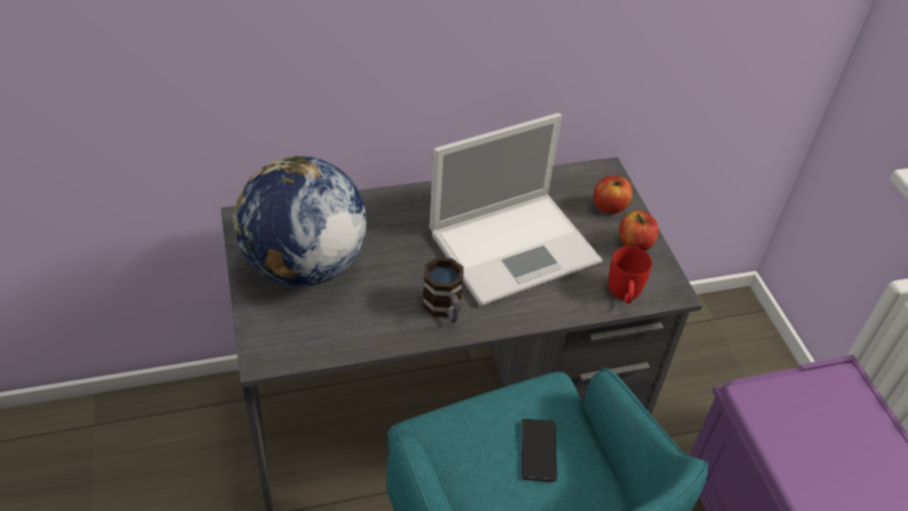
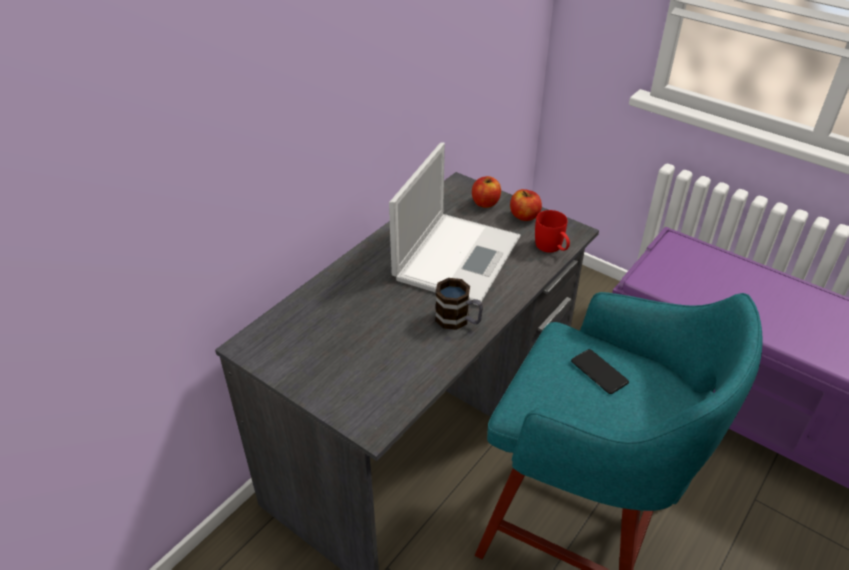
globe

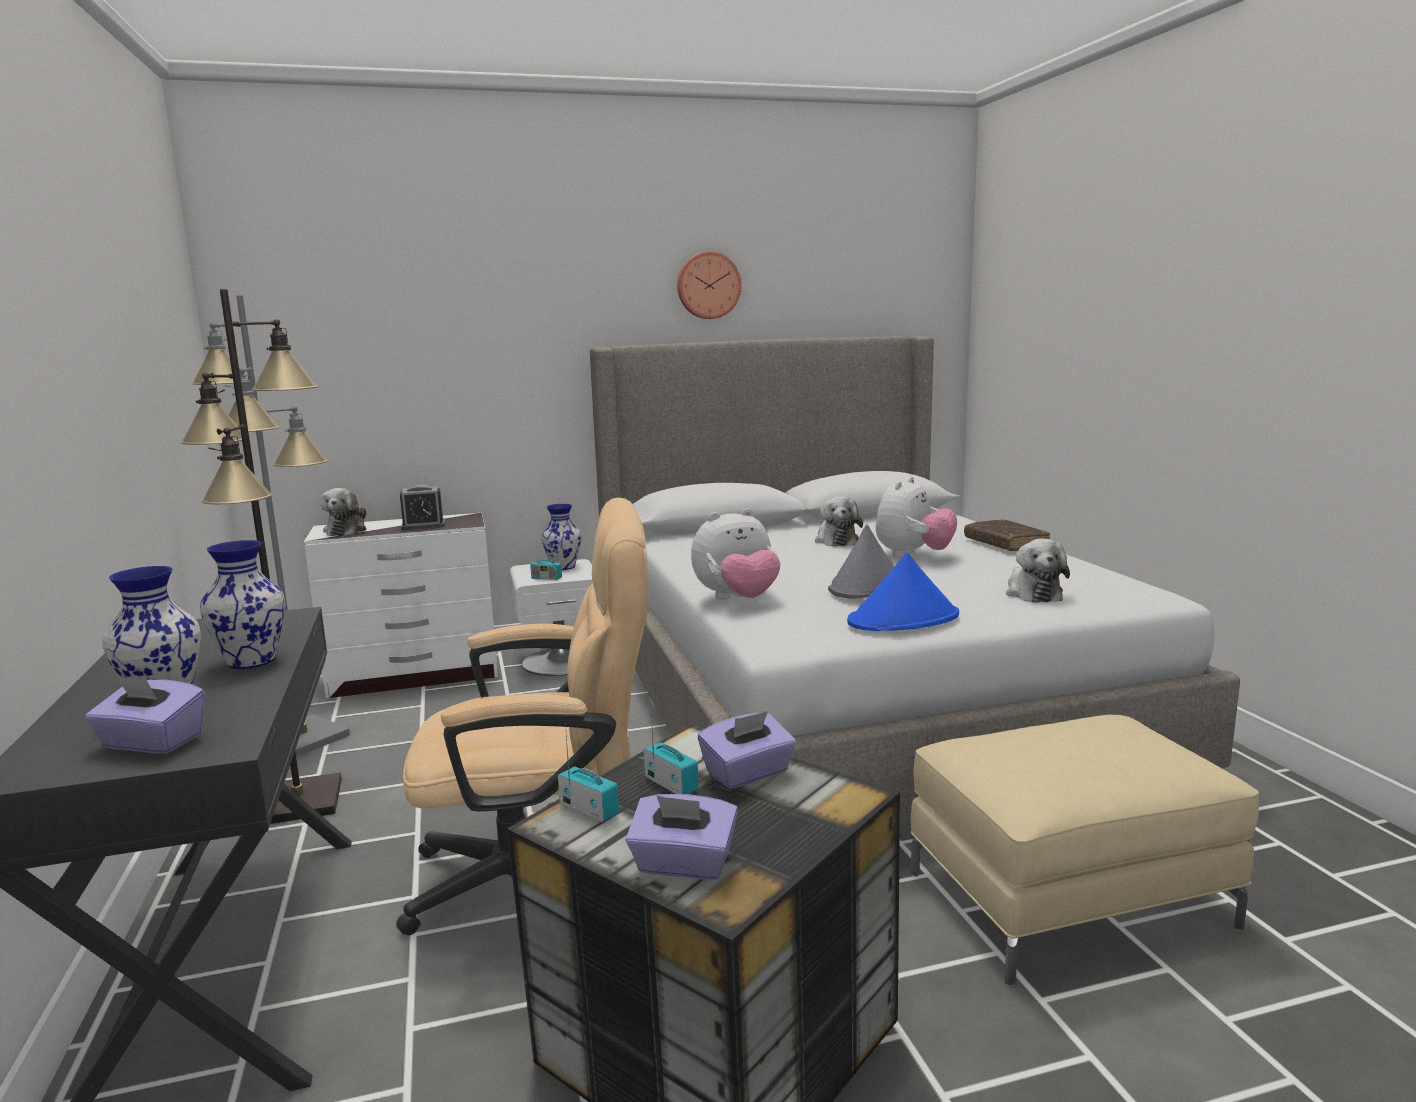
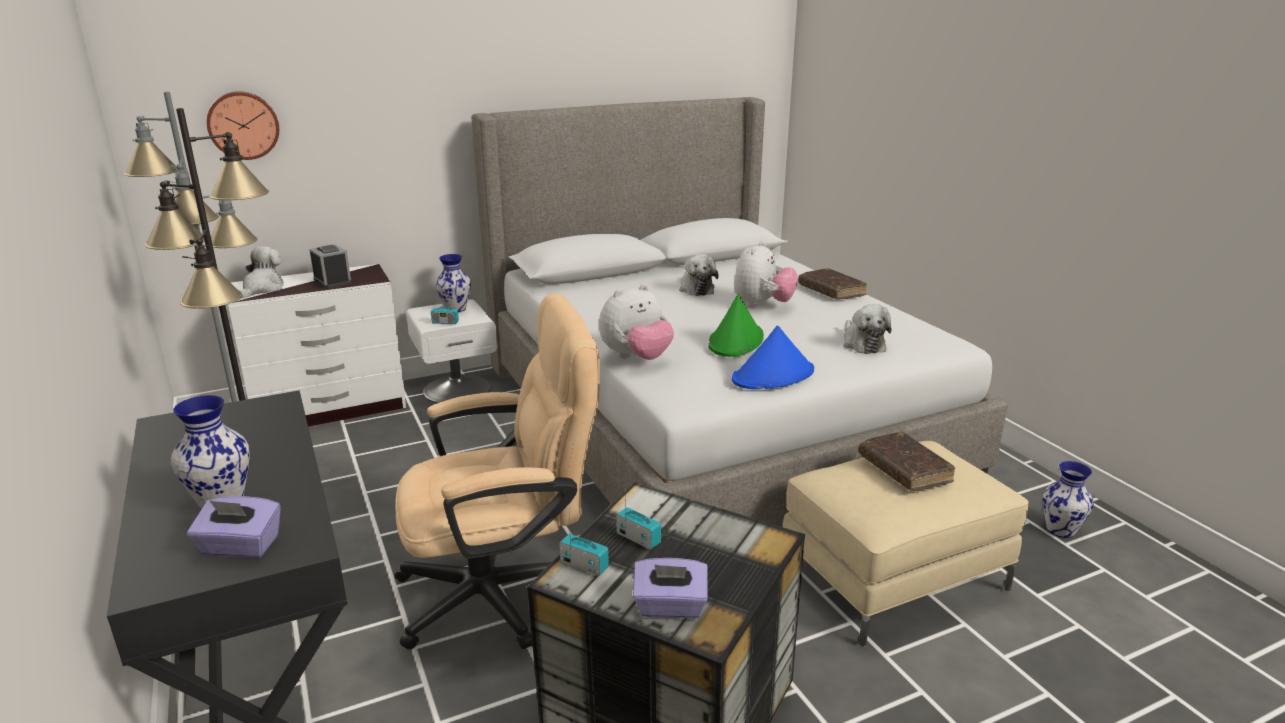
clock on the wall; alarm clock; plush toy (1st from left); green clothing hat; vase (3rd from left); purple-coloured tissue box (3rd from left in the first image); brown-coloured book (2nd from left)

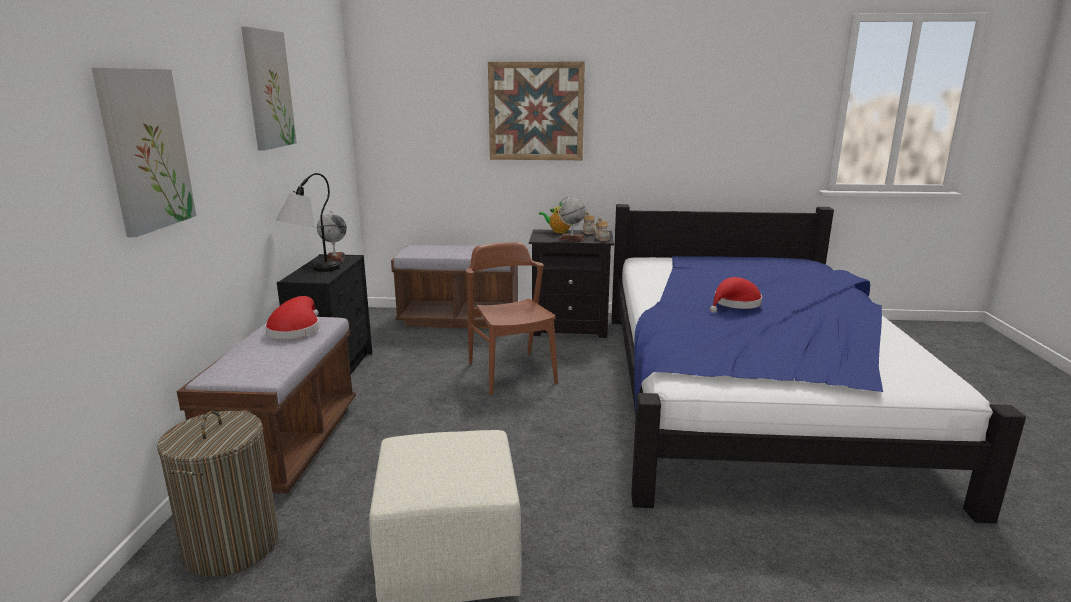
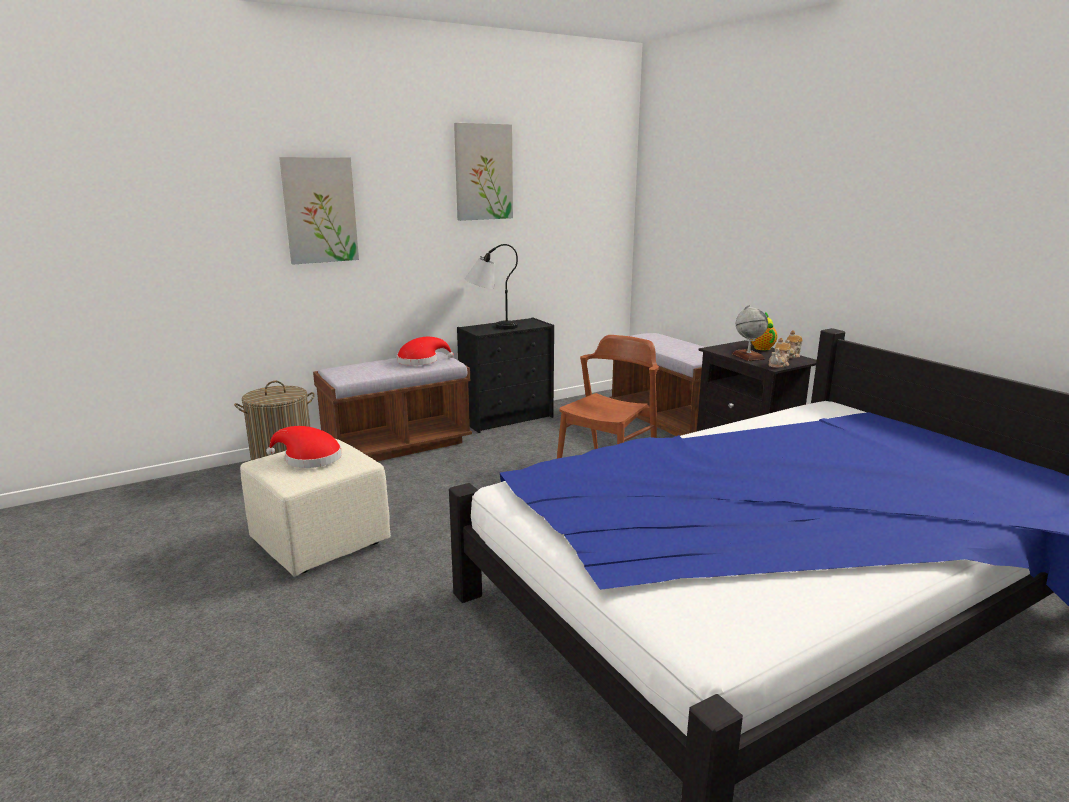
wall art (3rd from left in the first image); globe (1st from left in the first image); red clothing hat (1st from left)

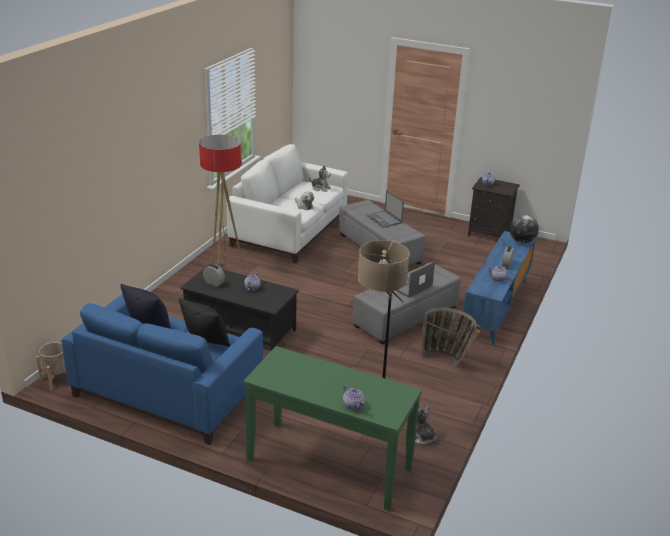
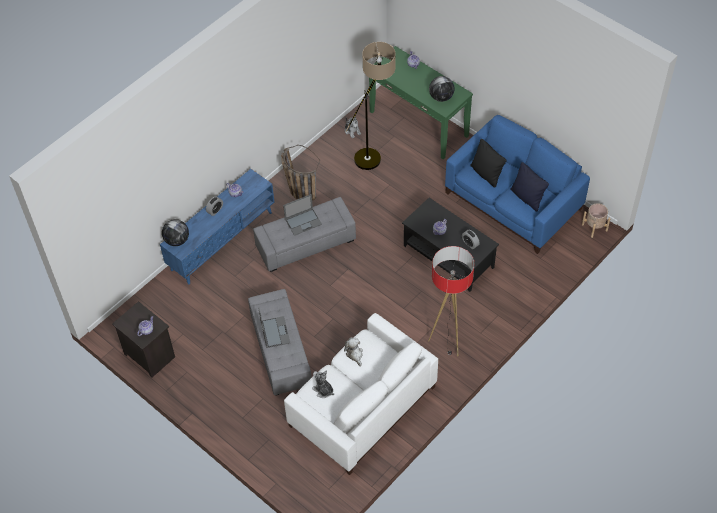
globe (2nd from left)

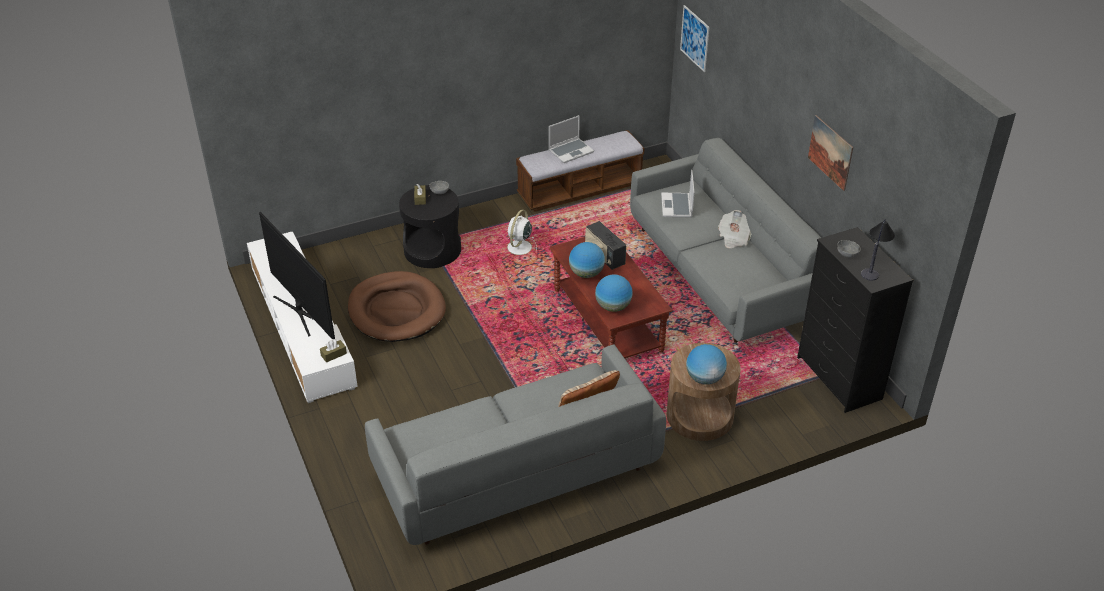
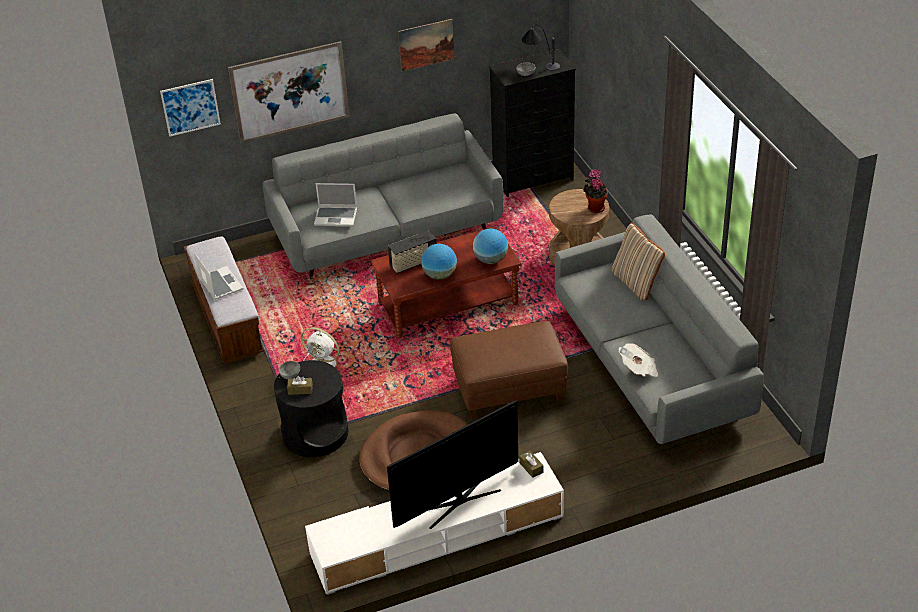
printed paper; potted plant; wall art (2nd from left); brown-coloured ottoman

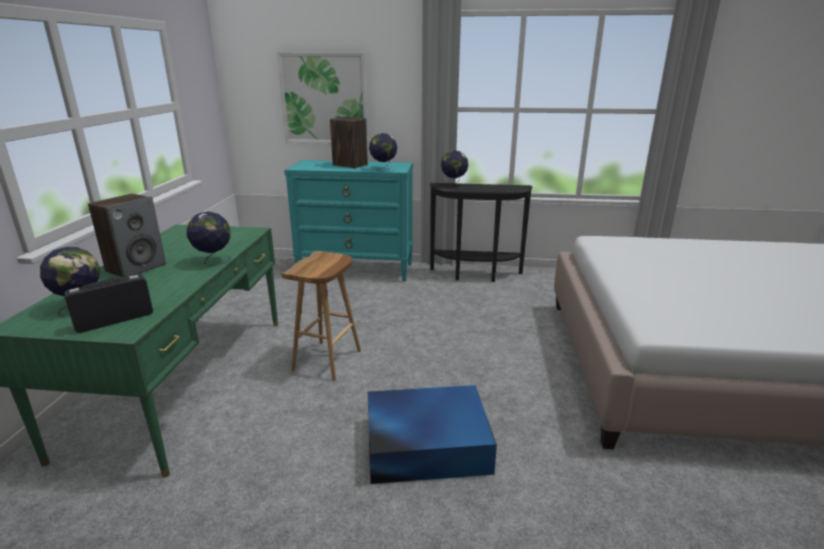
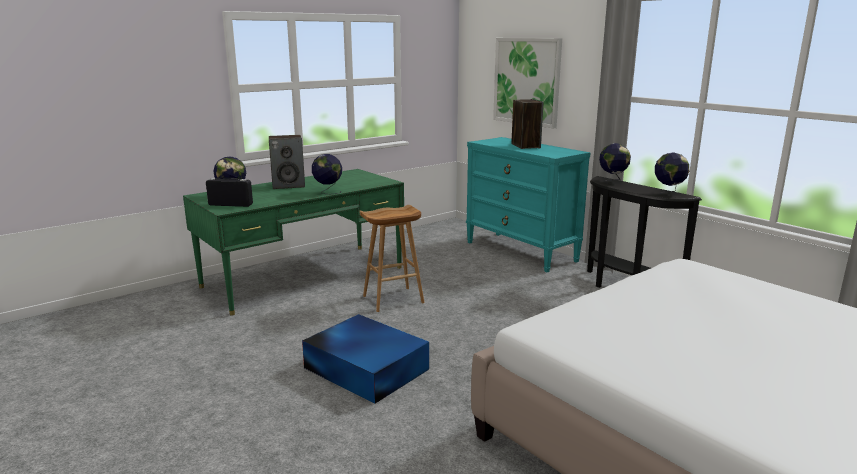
globe (4th from left)

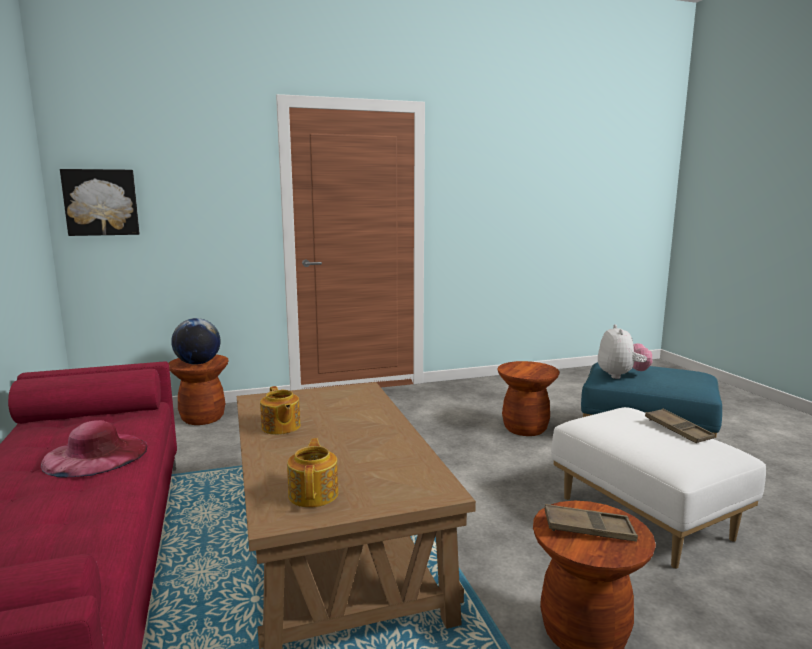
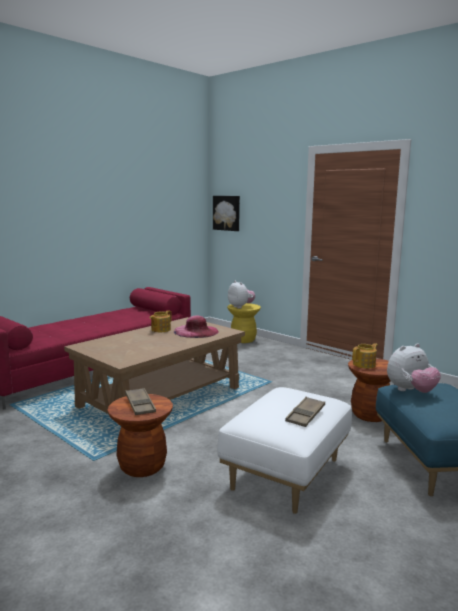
plush toy (1st from left); yellow stool; pink clothing hat; teapot (2nd from left)

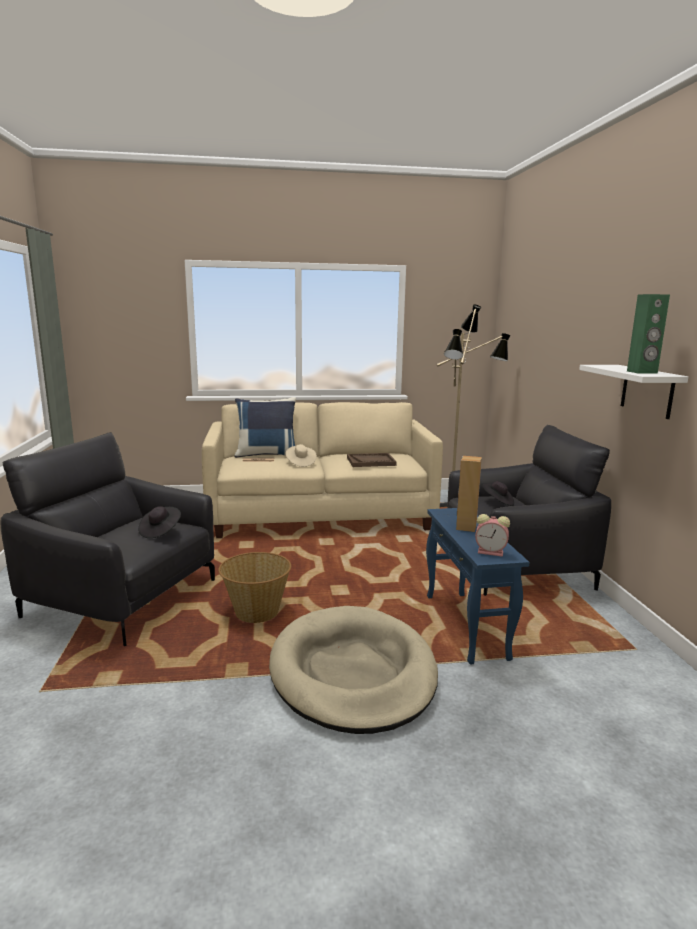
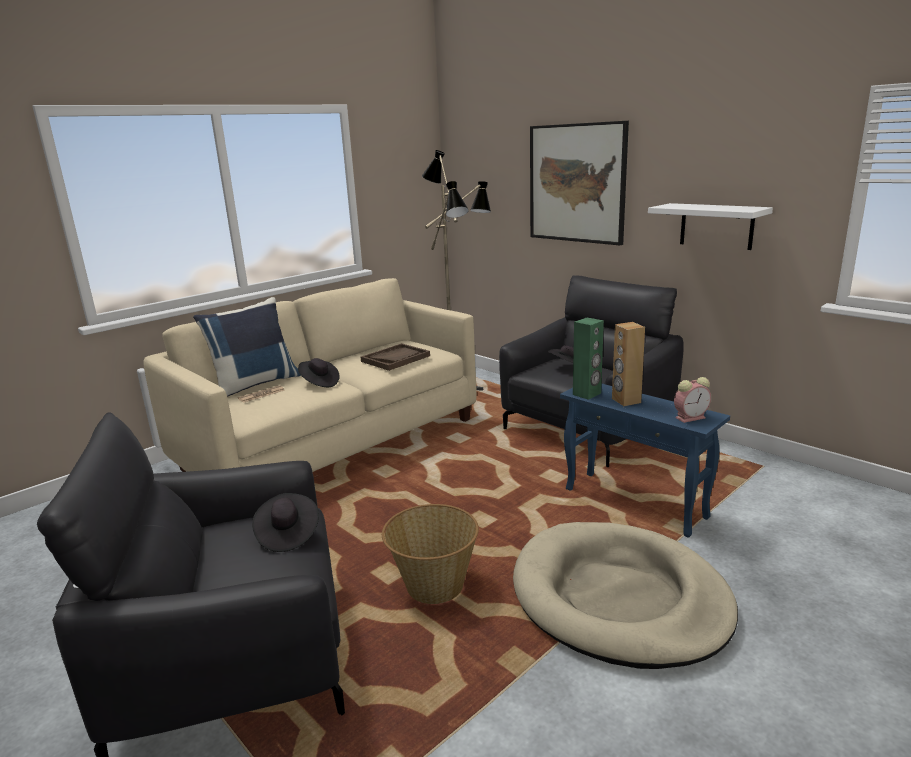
green audio speaker; black-coloured clothing hat (2nd from left); wall art

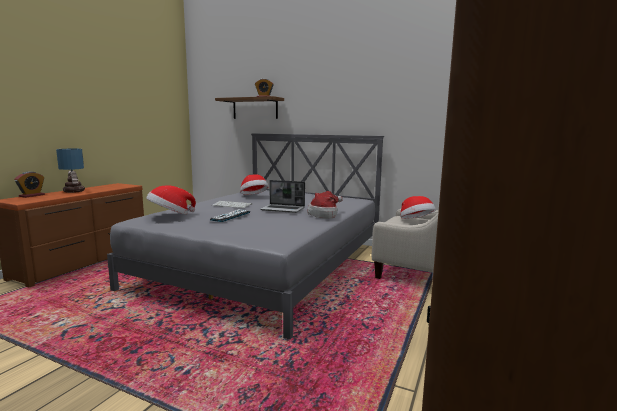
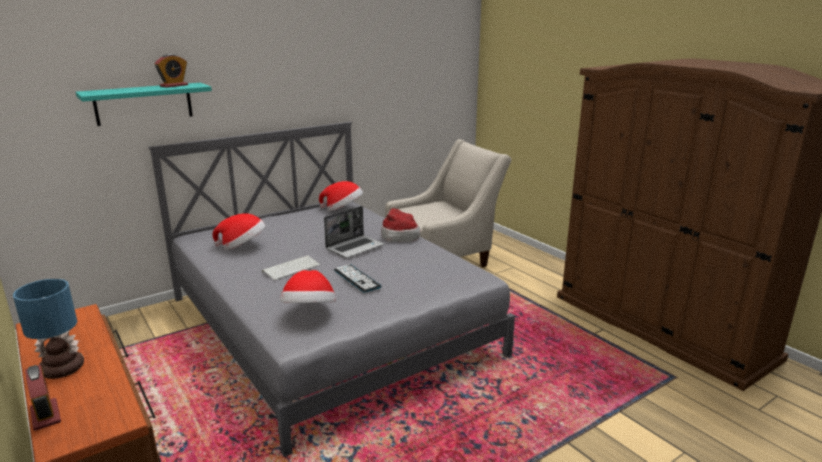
turquoise bracket shelf; clothing hat (3rd from left)

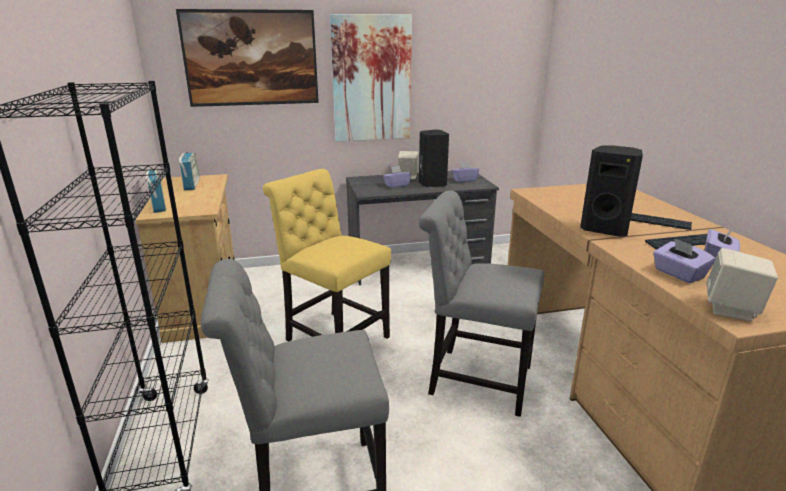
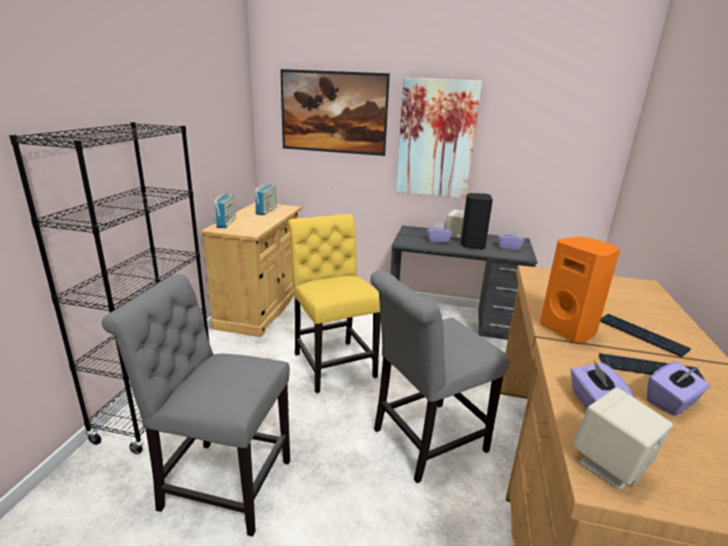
orange-coloured audio speaker; greyish plain chair (2nd from left)

